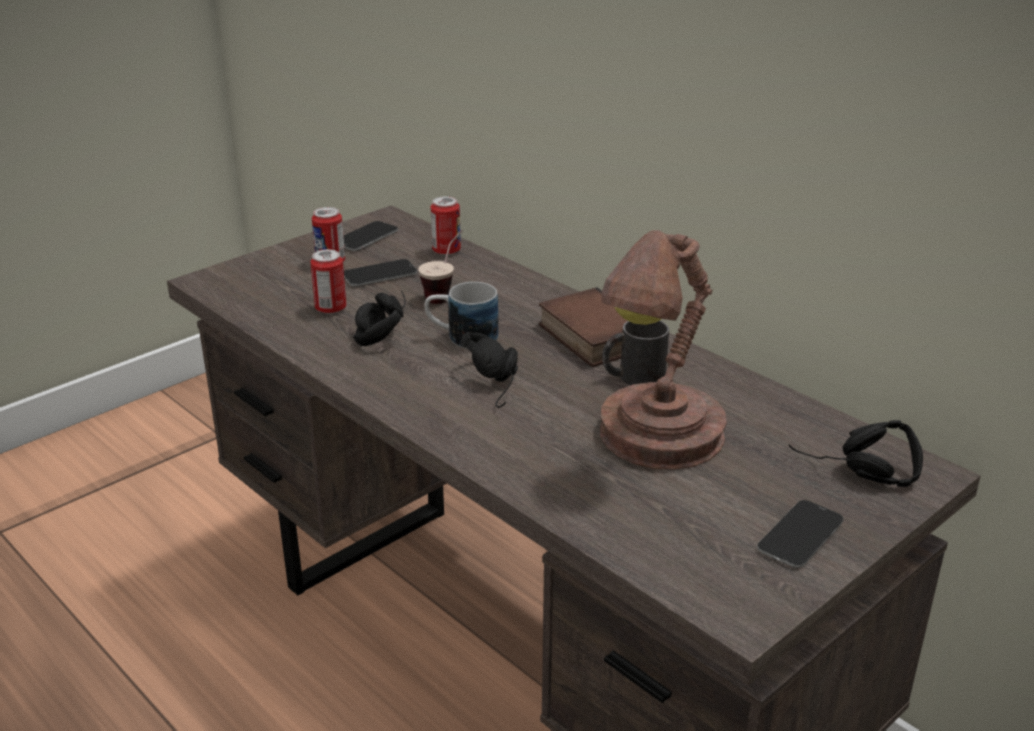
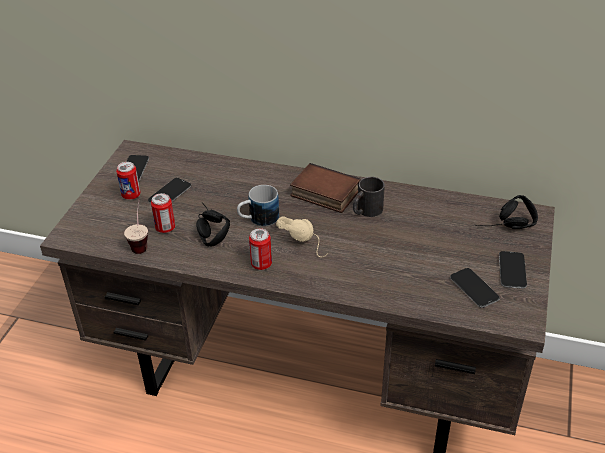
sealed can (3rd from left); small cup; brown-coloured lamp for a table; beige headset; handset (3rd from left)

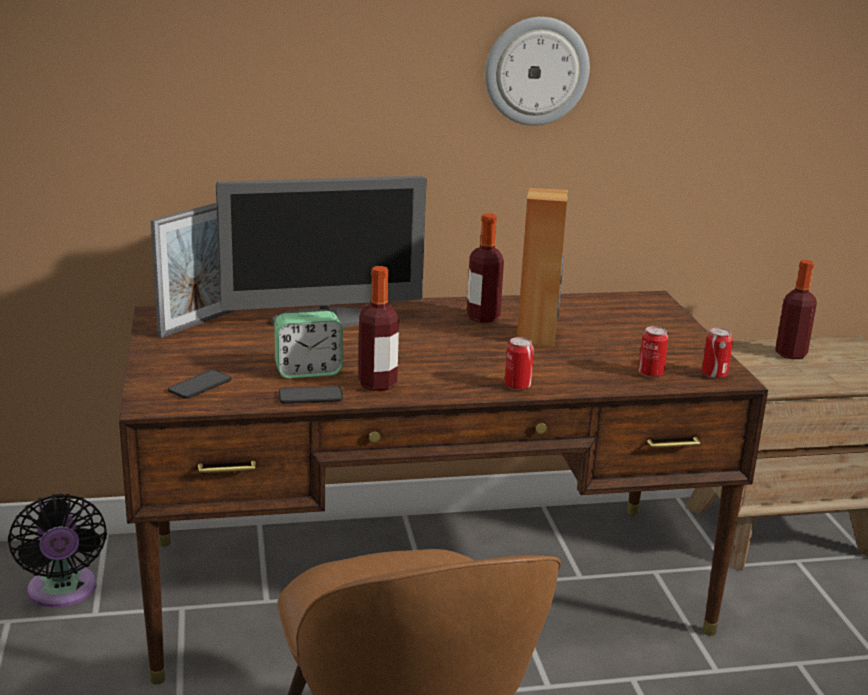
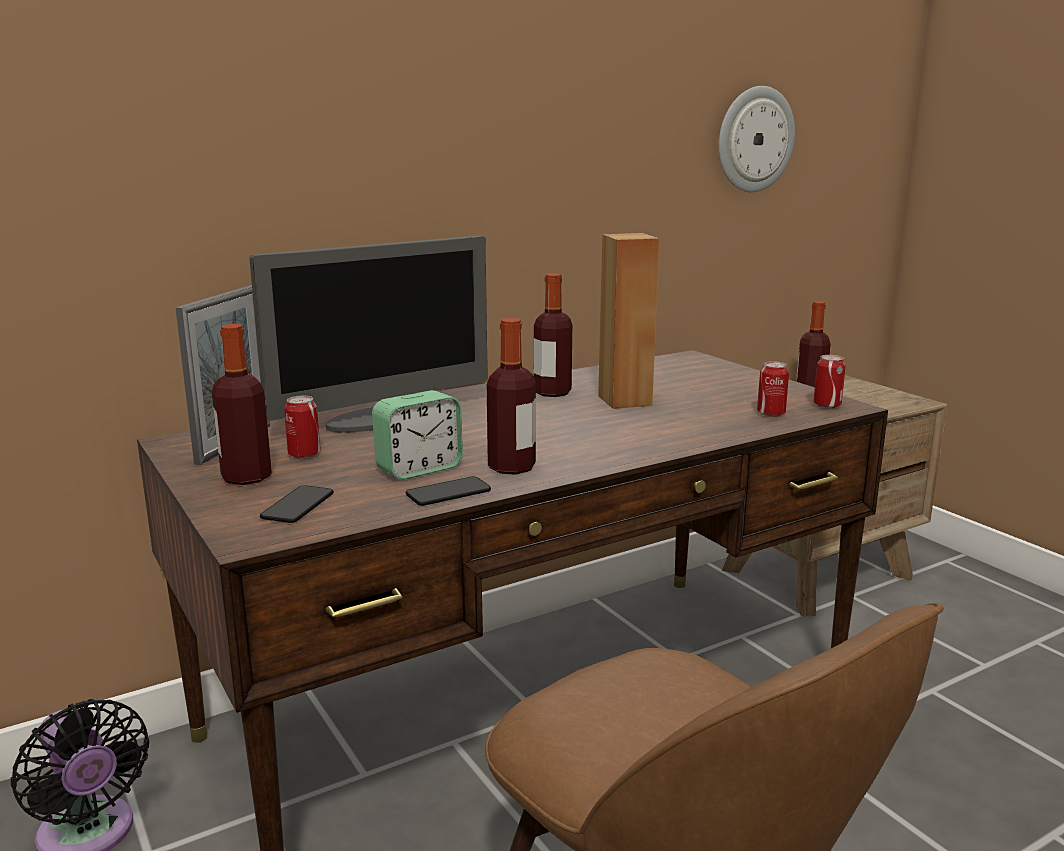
clock on the wall; sealed can (1st from left); bottle (1st from left)

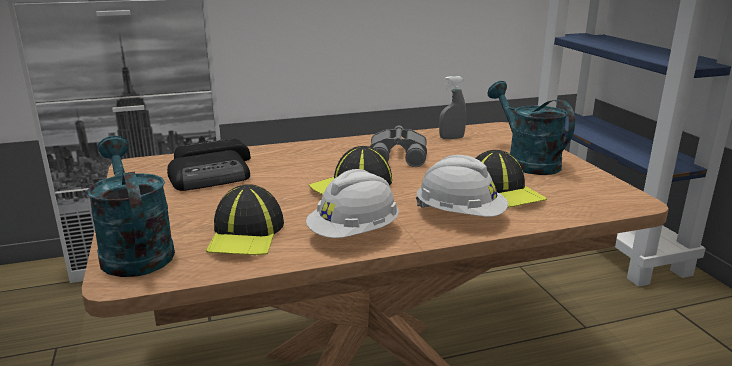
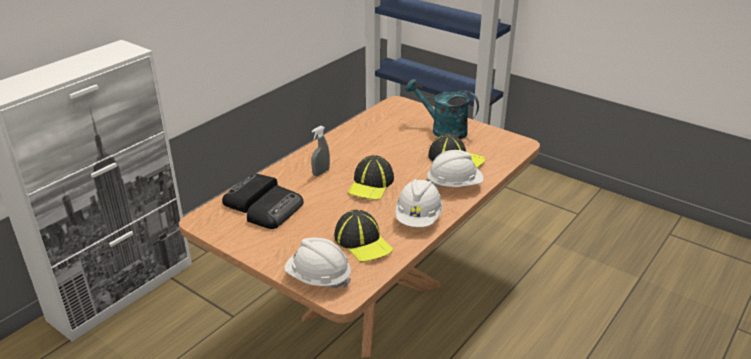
greyish spray bottle; greyish binoculars; white-coloured hard hat (1st from left)

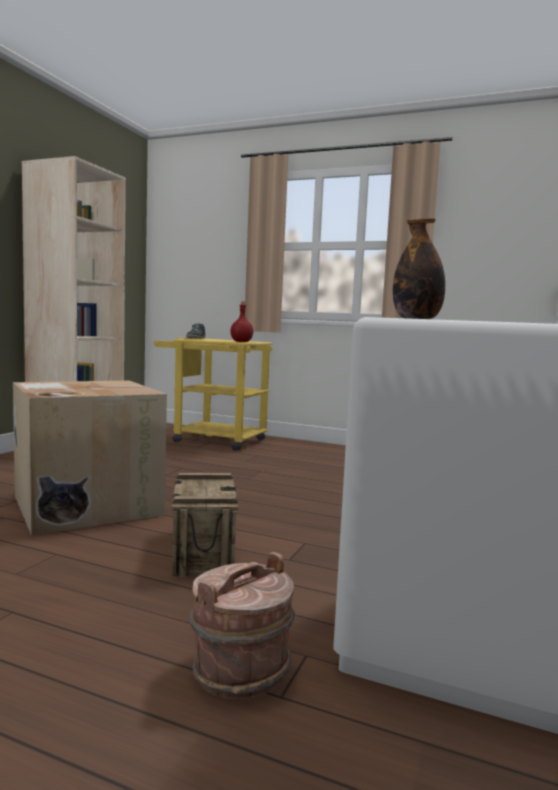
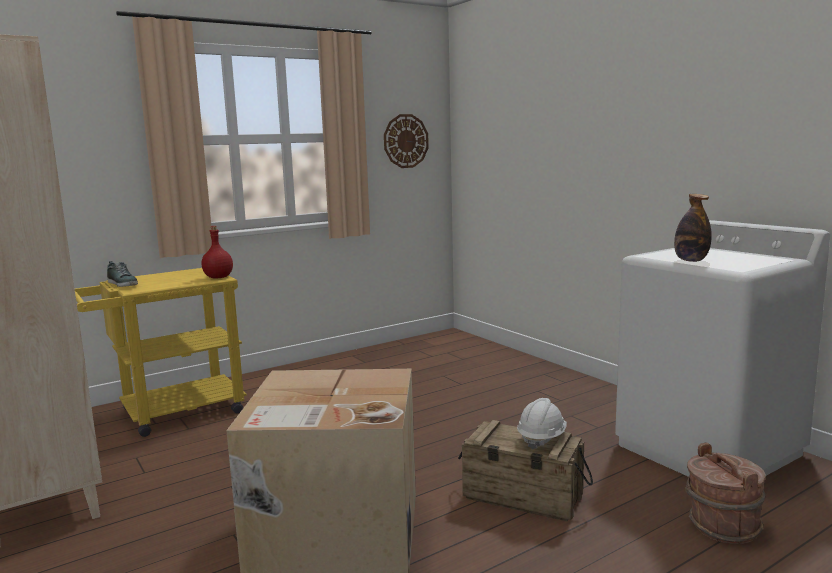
clock on the wall; white-coloured hard hat

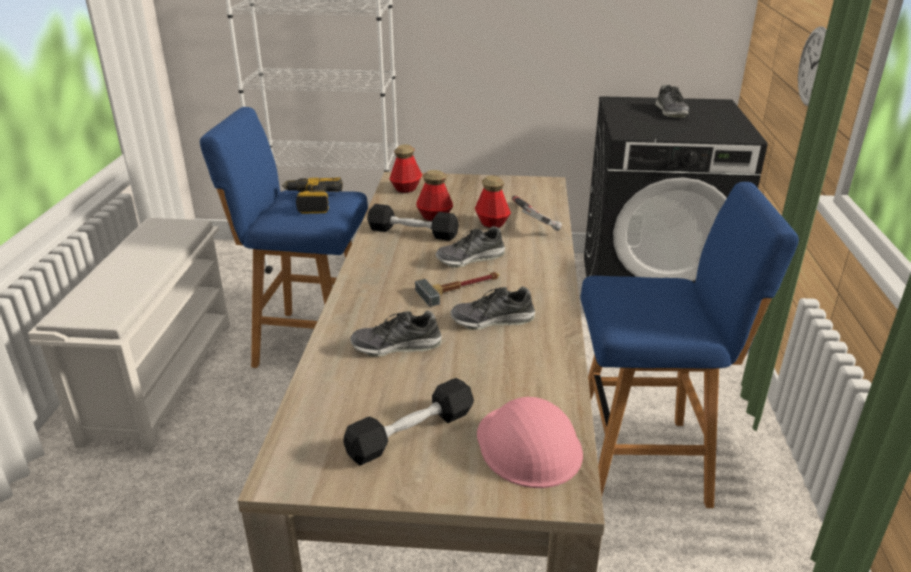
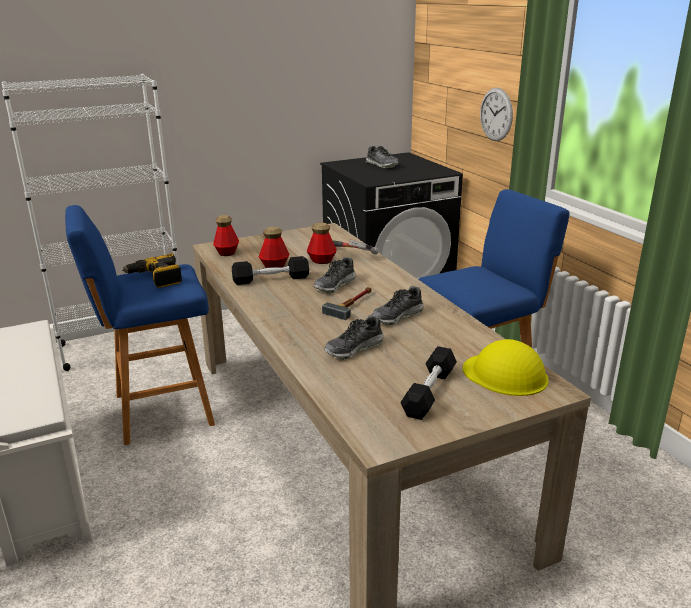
yellow hard hat

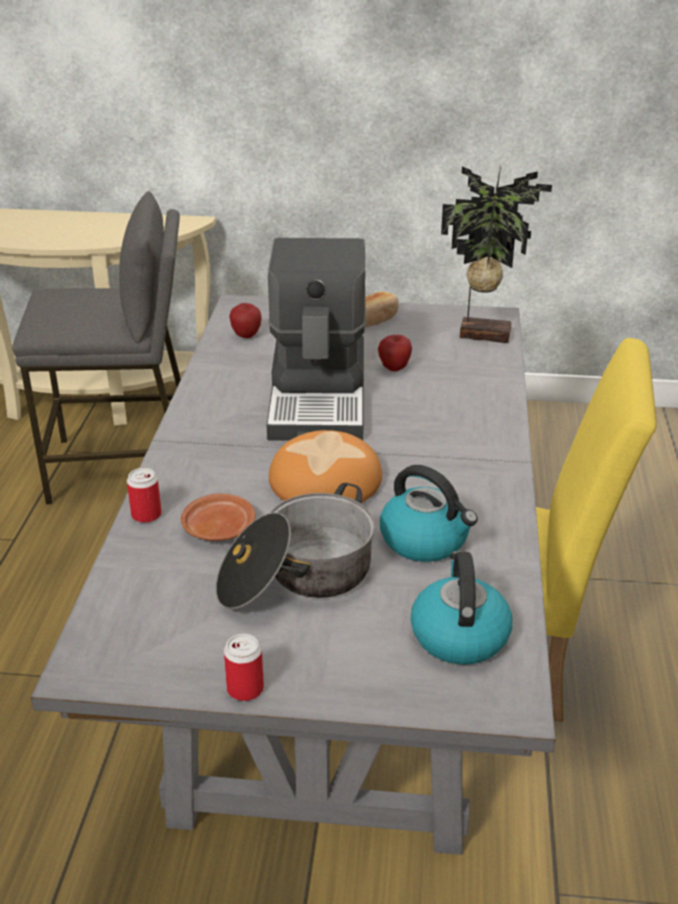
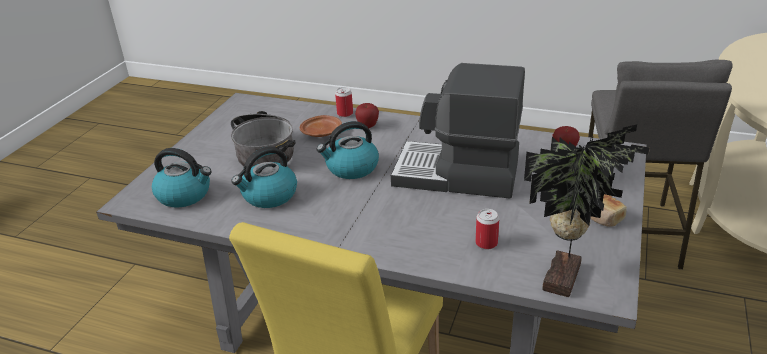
whole apple (1st from left); water kettle (3rd from left); sealed can (2nd from left)

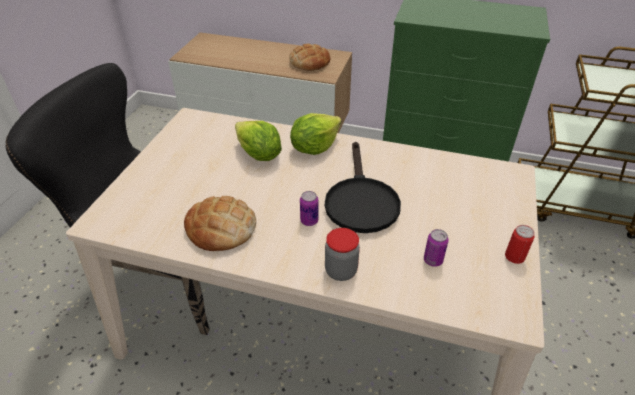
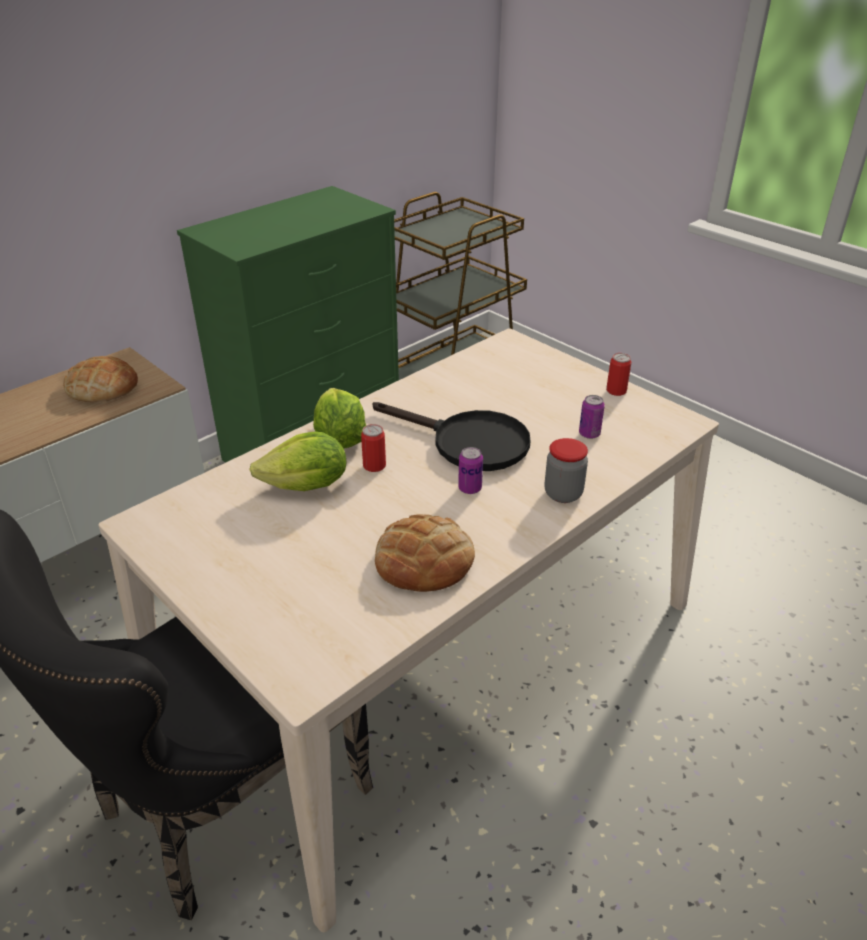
sealed can (1st from left)

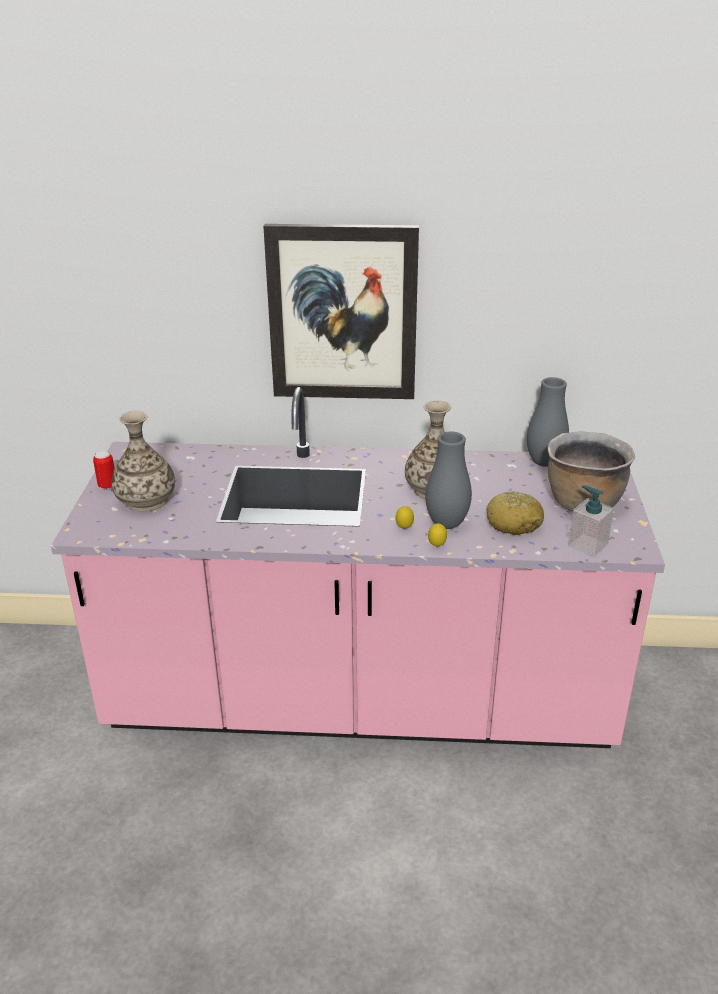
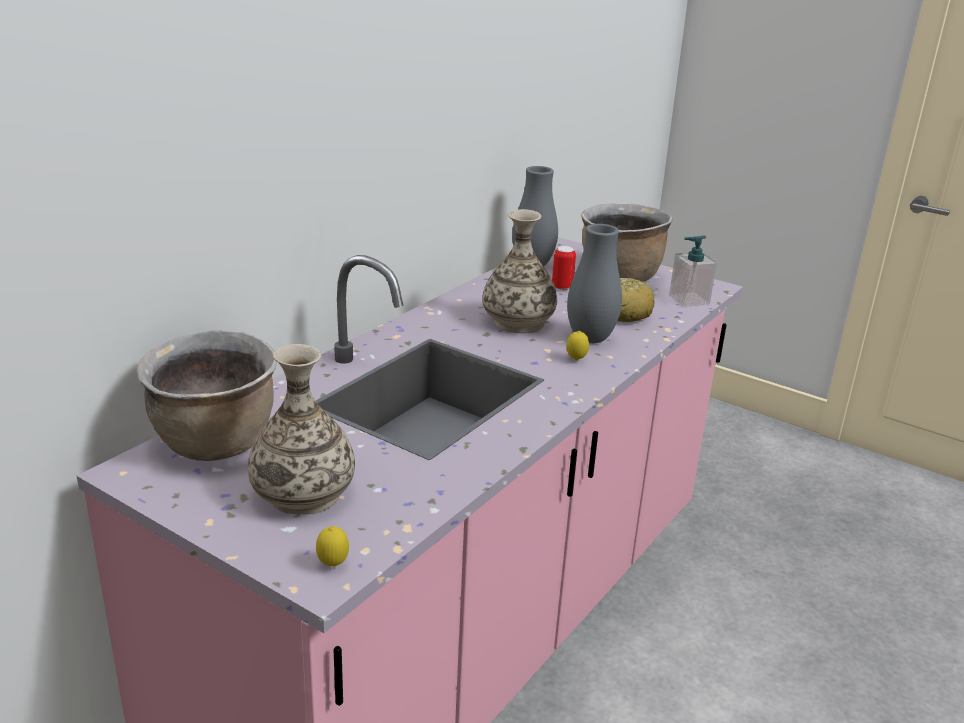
wall art; sealed can; citrus fruit (1st from left); brown-coloured saucepot (1st from left)

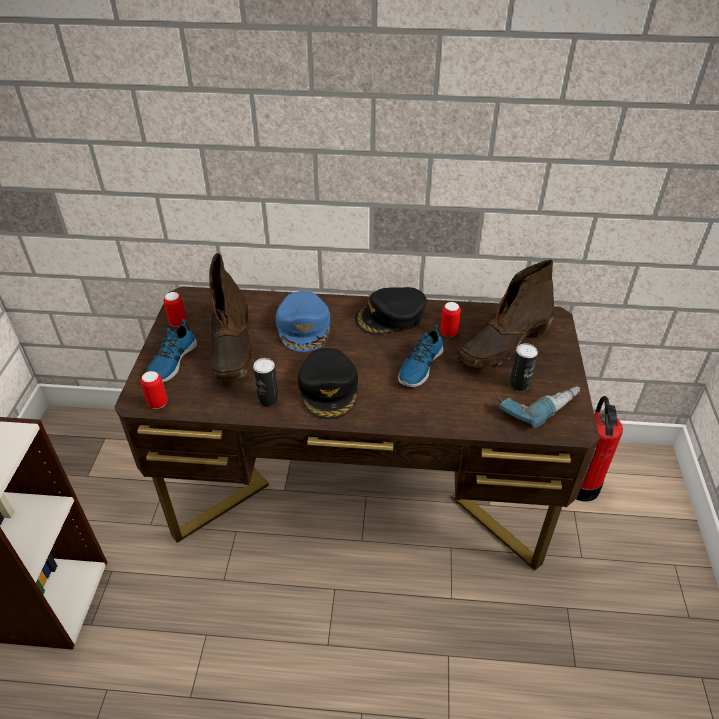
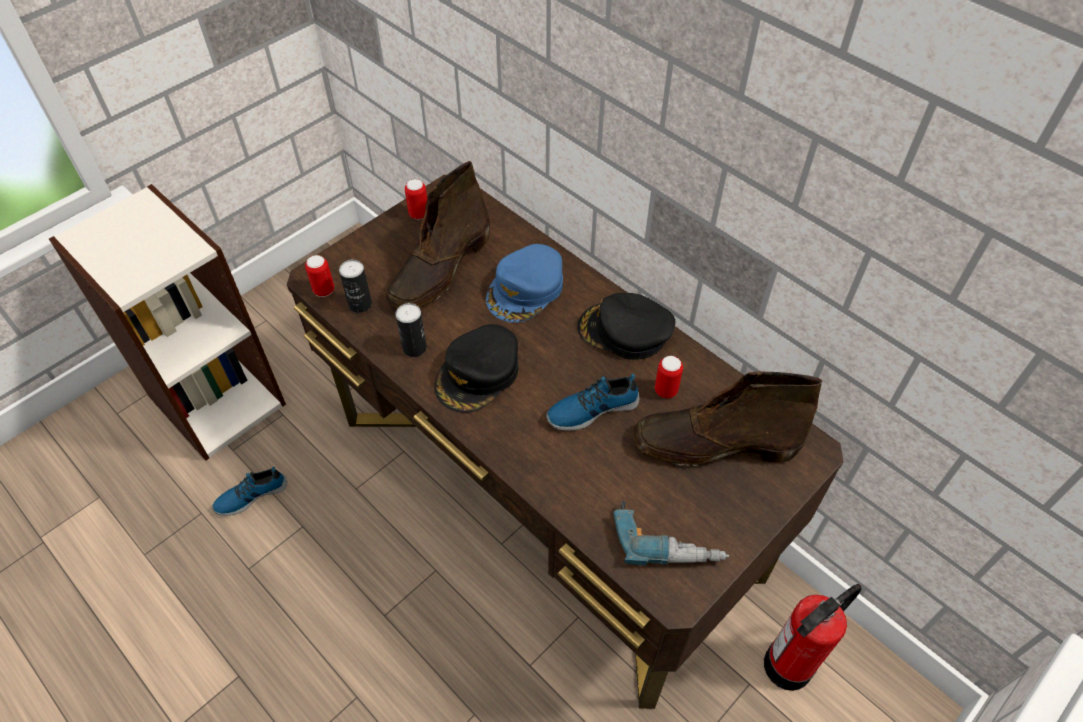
shoe (1st from left); sealed can (2nd from left)

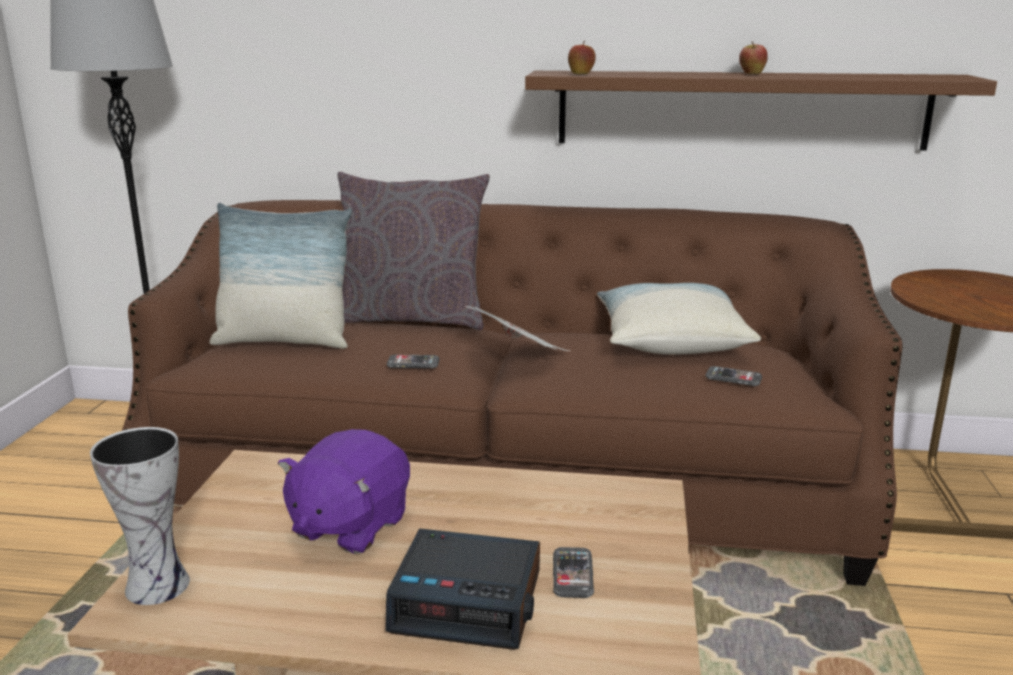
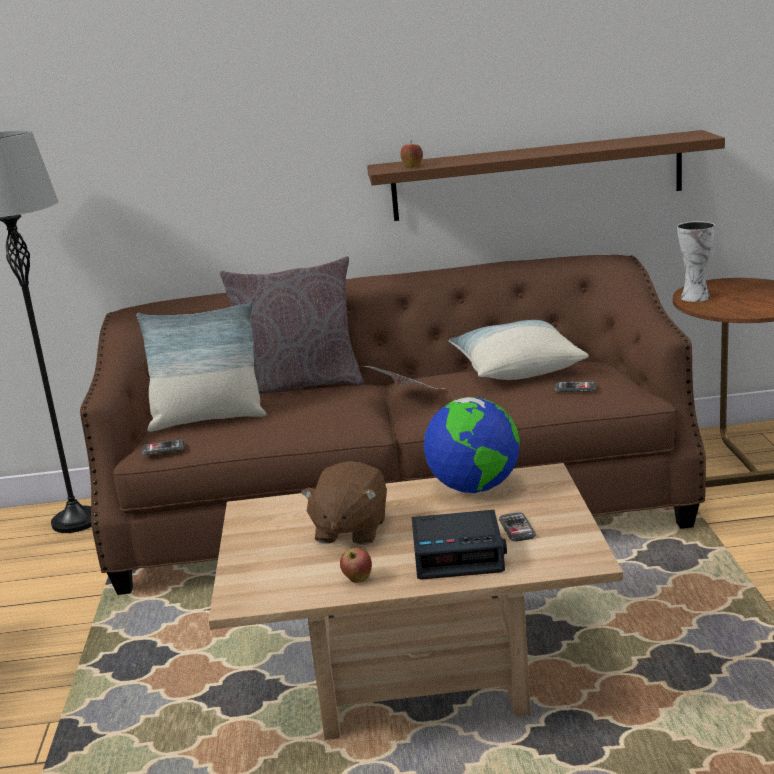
whole apple (1st from left); handset (1st from left); vase; brown-coloured plush toy; globe

